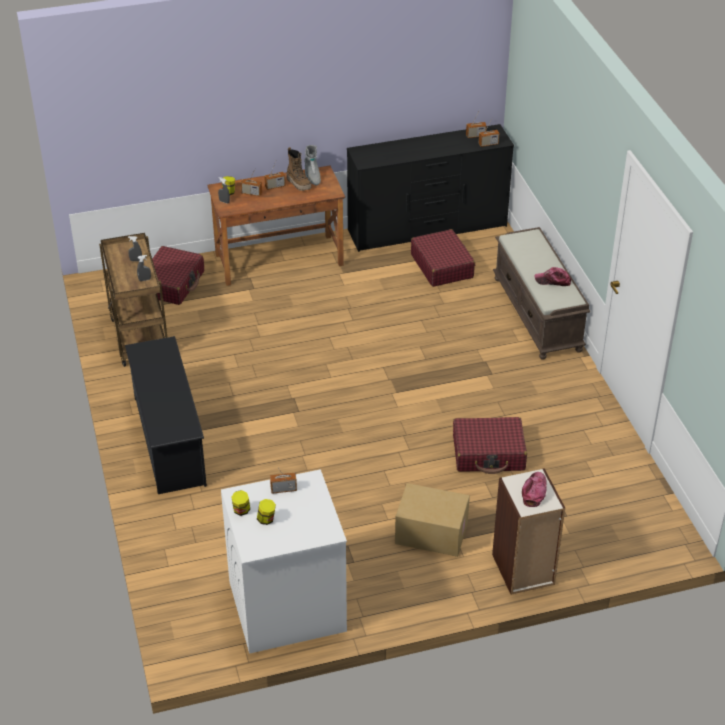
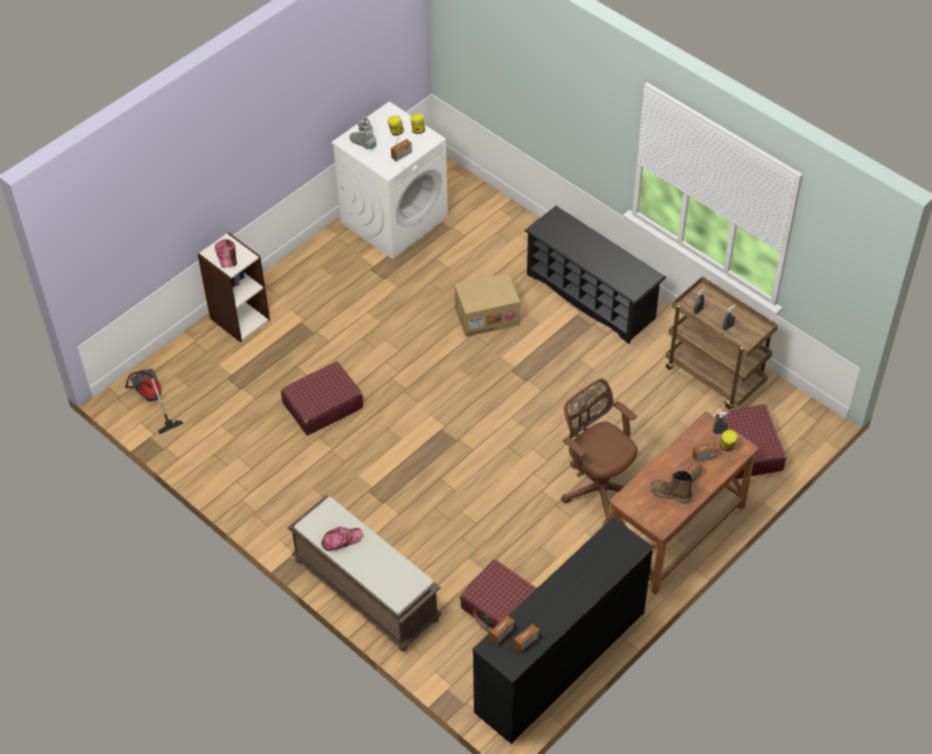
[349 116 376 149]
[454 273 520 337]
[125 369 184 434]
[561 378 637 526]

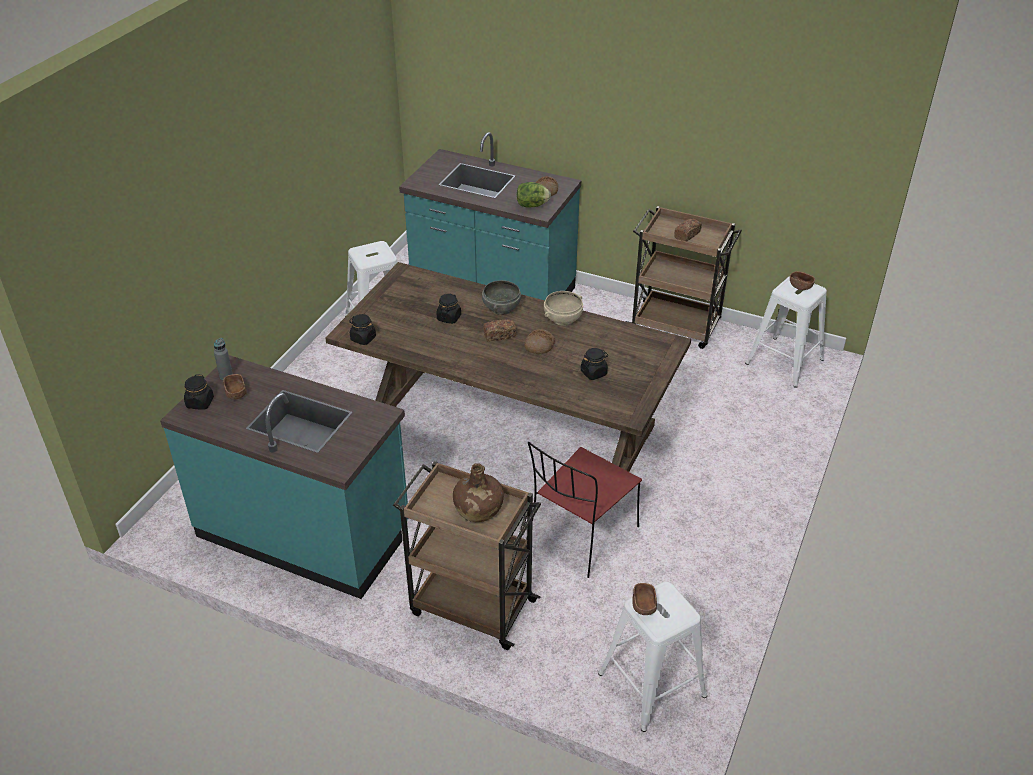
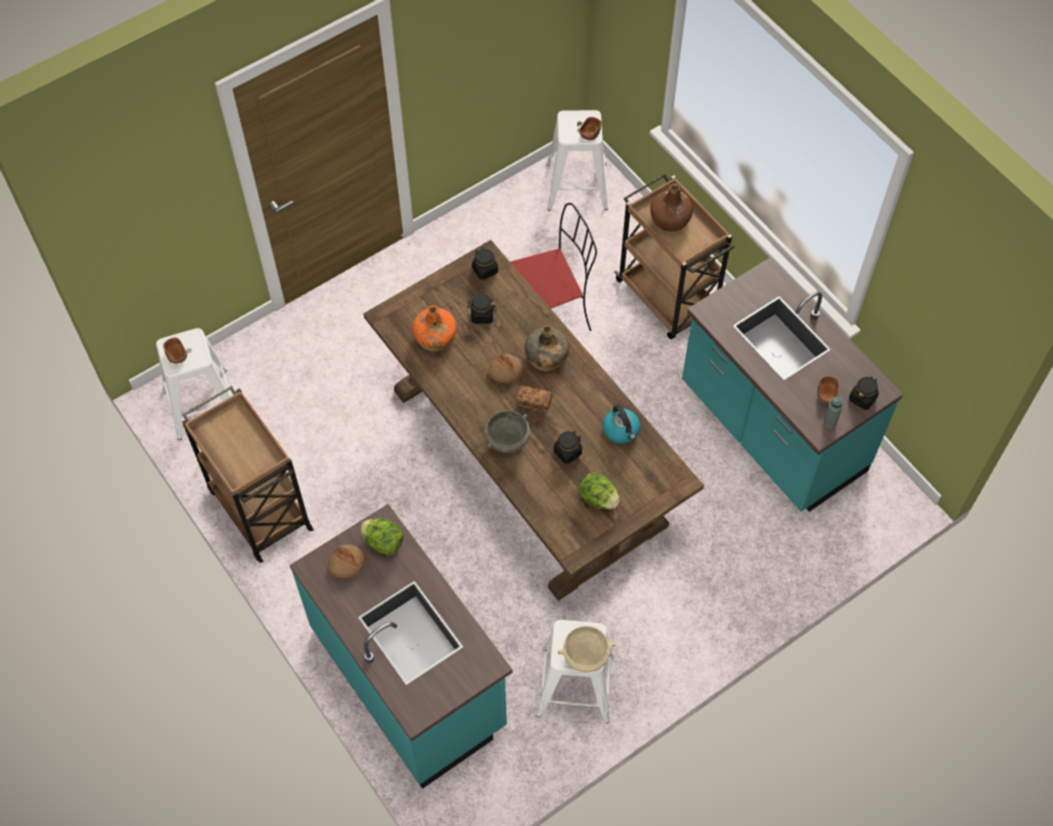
[472 247 498 280]
[558 626 615 673]
[674 218 702 242] (first image)
[412 305 457 351]
[525 325 569 371]
[579 472 620 509]
[602 405 640 444]

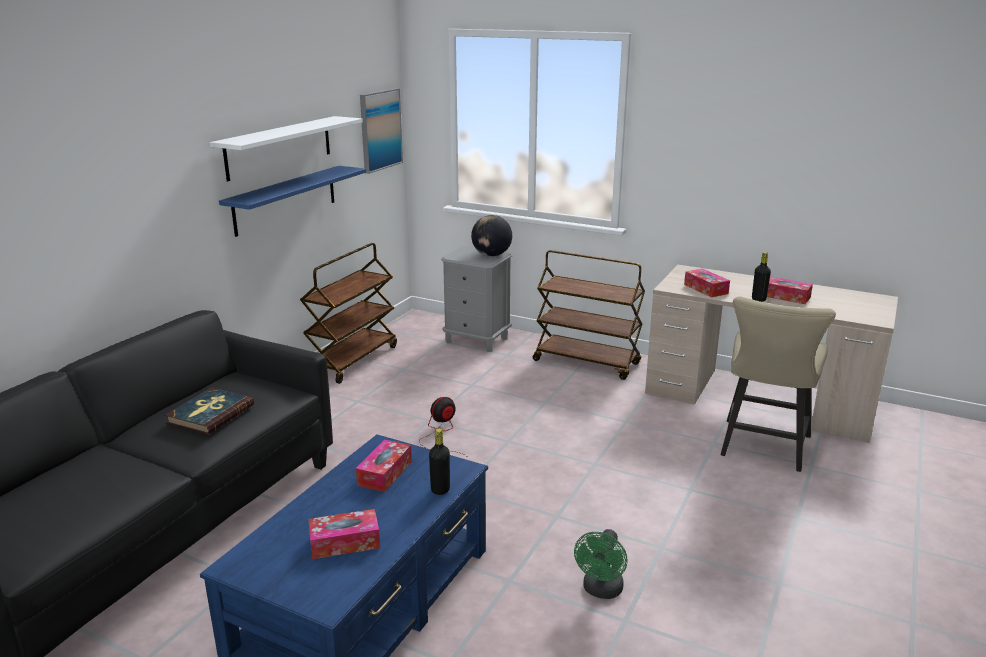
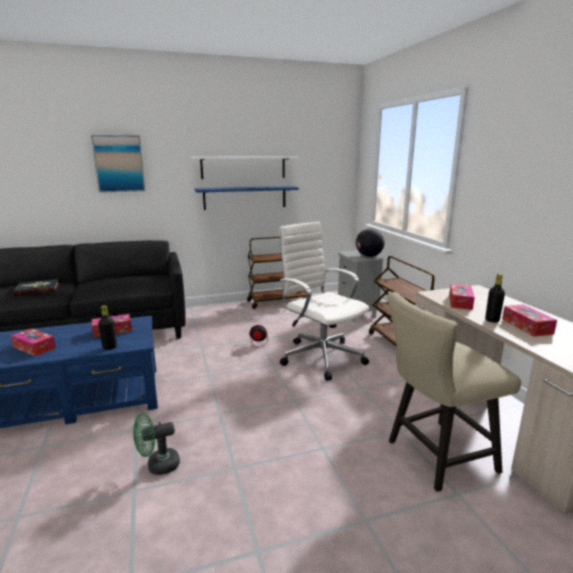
[13 279 59 296]
[91 135 145 193]
[279 222 369 381]

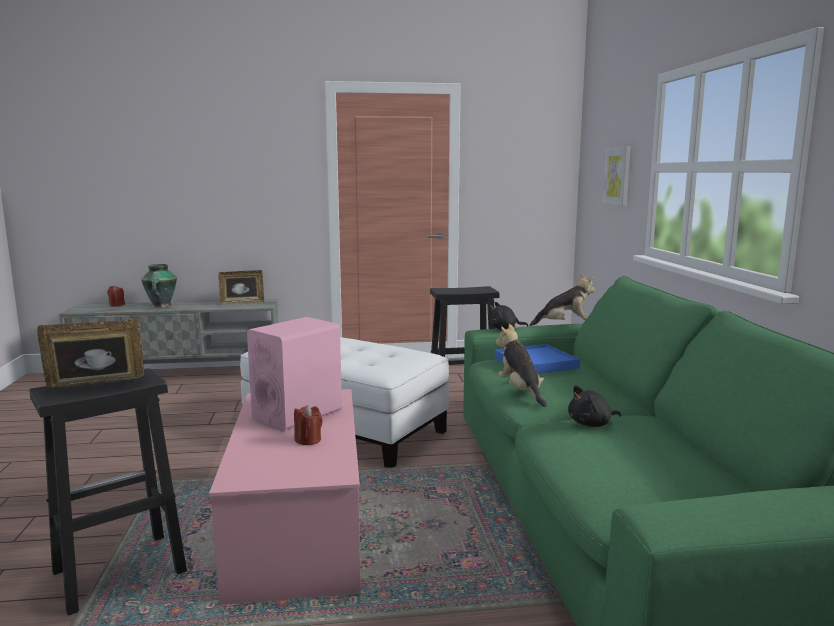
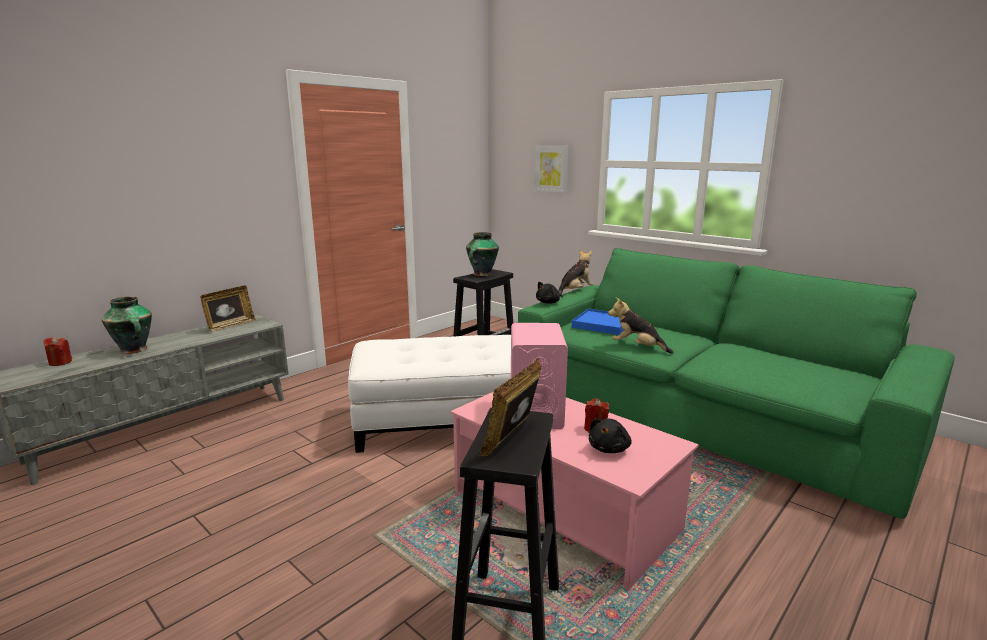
[589 418 632 453]
[466 232 499 276]

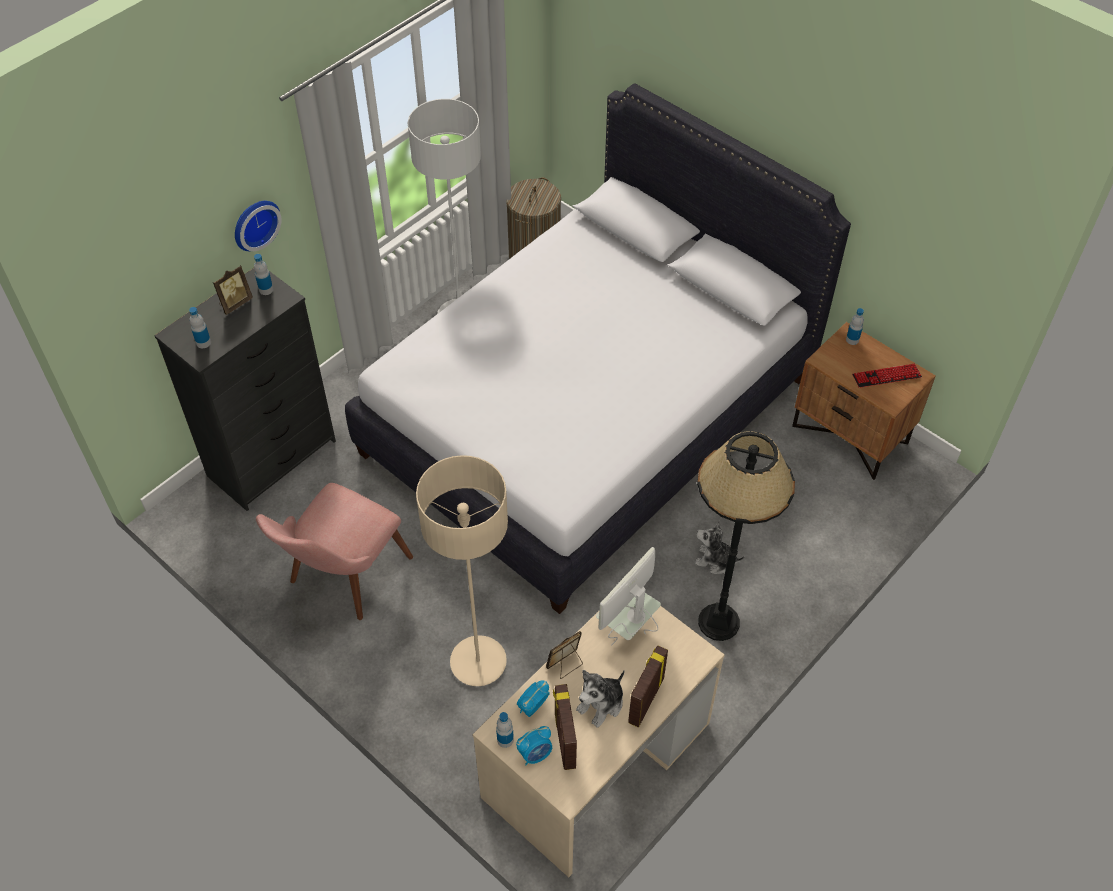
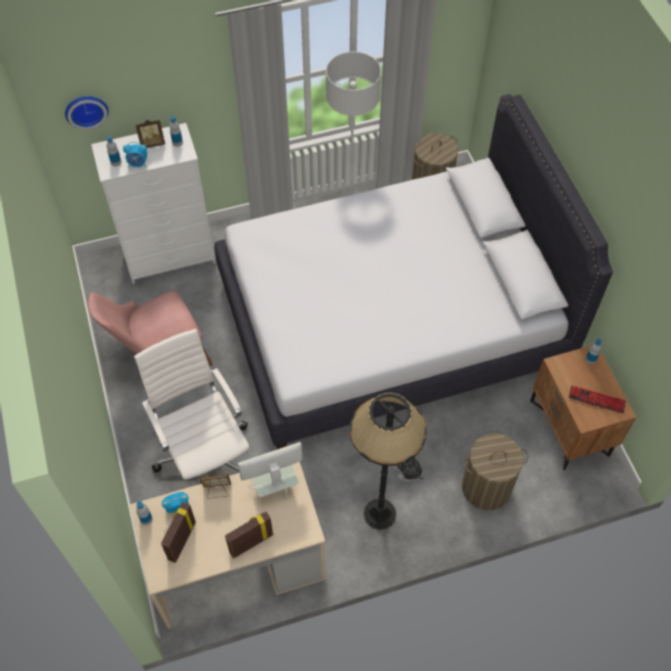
[91 123 215 284]
[65 96 109 130]
[134 329 249 485]
[123 142 147 167]
[576 670 625 728] (first image)
[462 433 528 510]

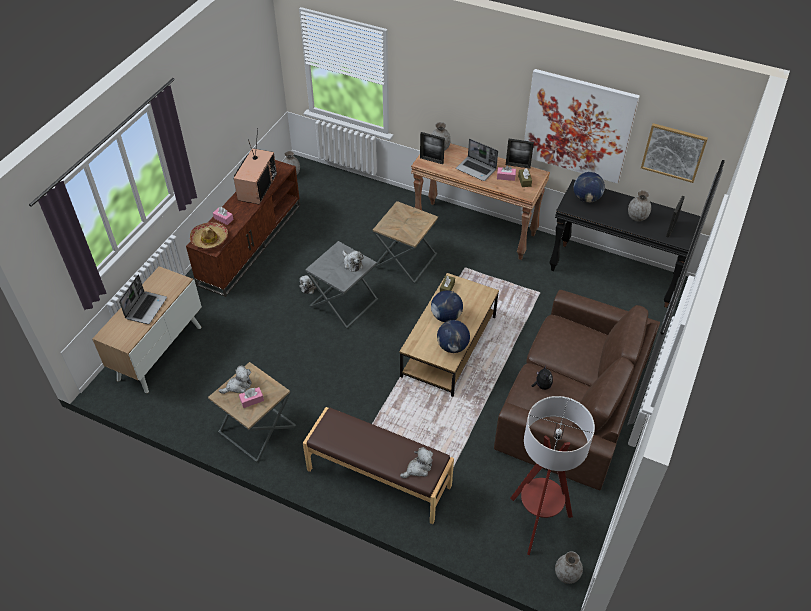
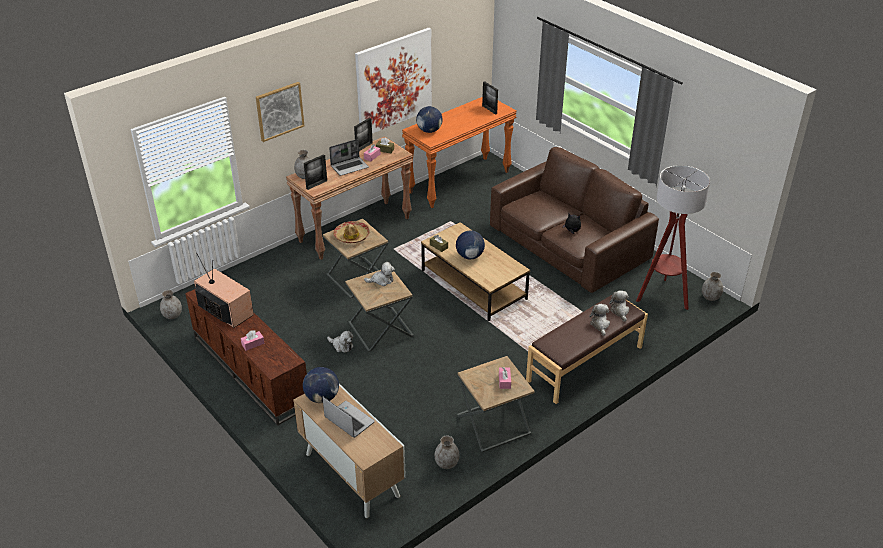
[333 221 370 243]
[589 304 610 336]
[345 270 414 352]
[303 367 339 403]
[402 97 517 208]
[435 436 460 469]
[256 82 304 142]

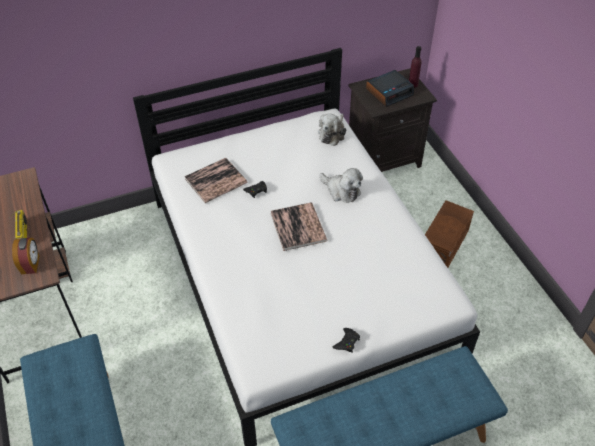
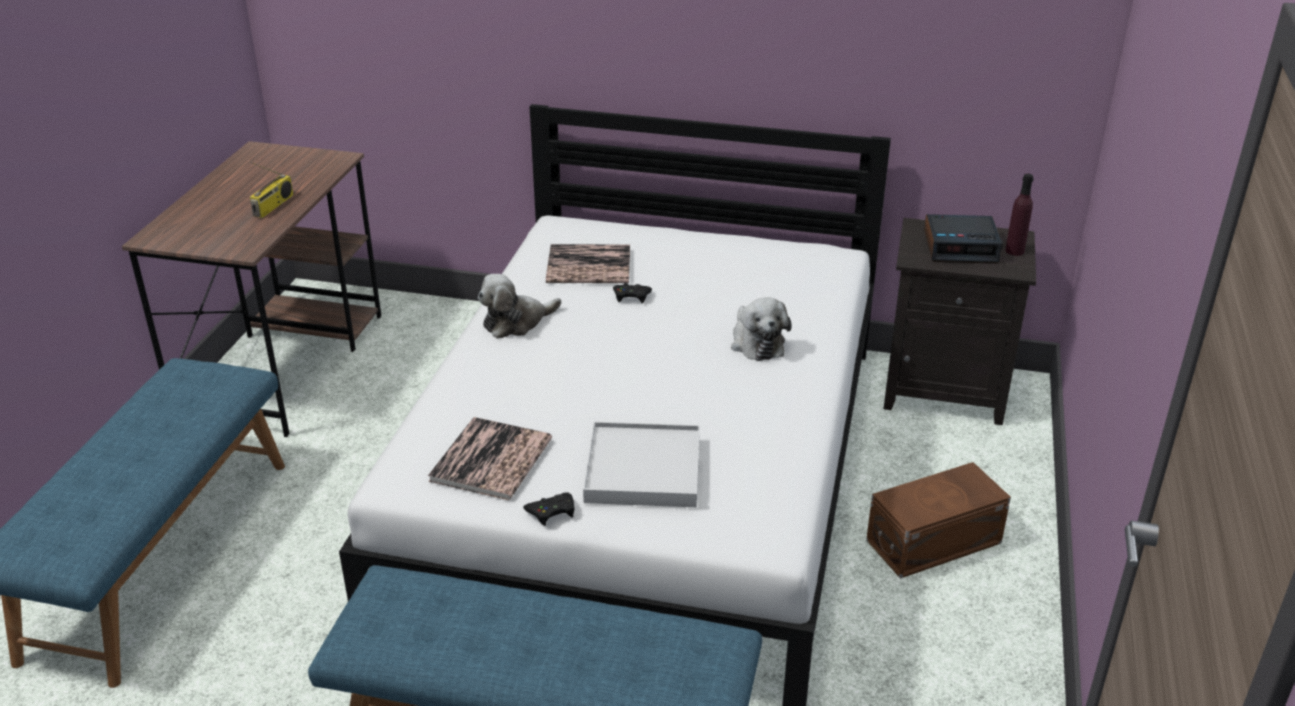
[12 238 39 274] (first image)
[428 417 552 500]
[478 274 561 339]
[583 422 700 507]

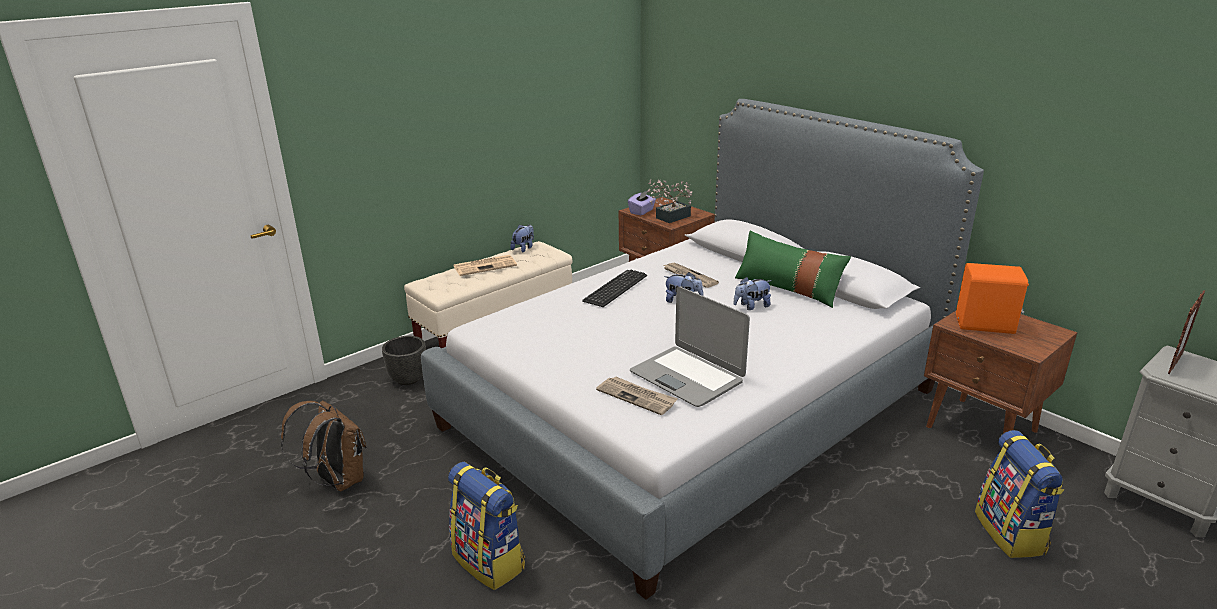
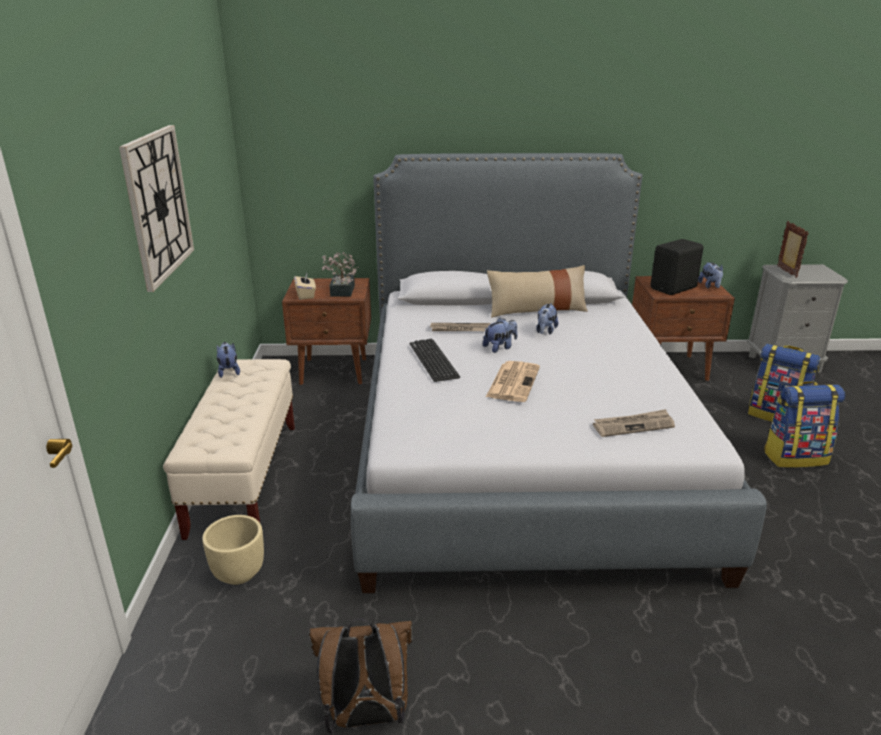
[202 515 264 585]
[764 381 845 468]
[486 361 540 402]
[294 273 316 300]
[630 287 750 407] (first image)
[487 265 588 318]
[651 239 703 295]
[119 125 194 292]
[698 262 723 289]

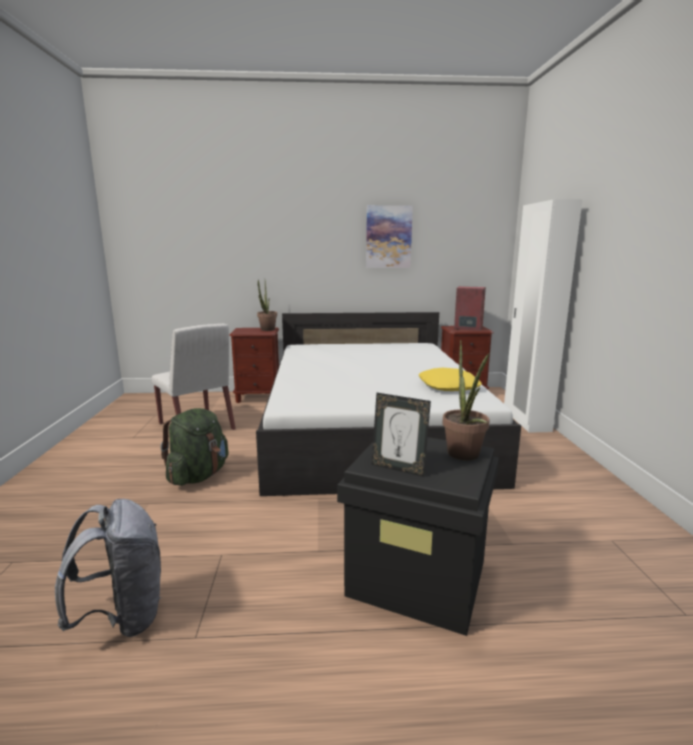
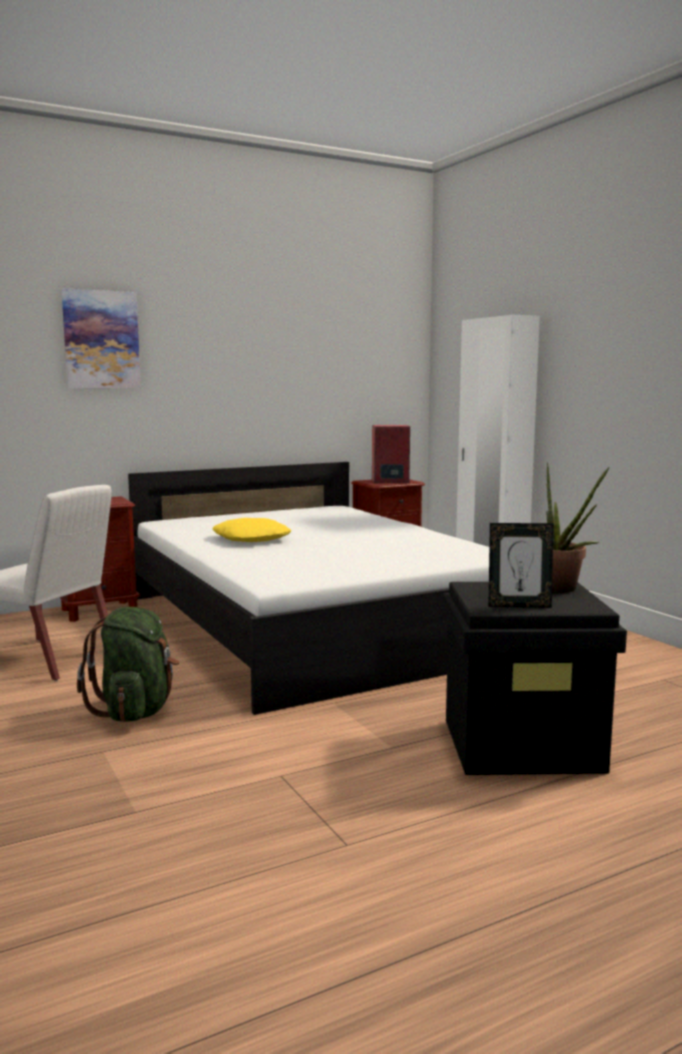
[55 499 162 637] (first image)
[257 280 277 331] (first image)
[61 289 141 388]
[212 518 291 542]

